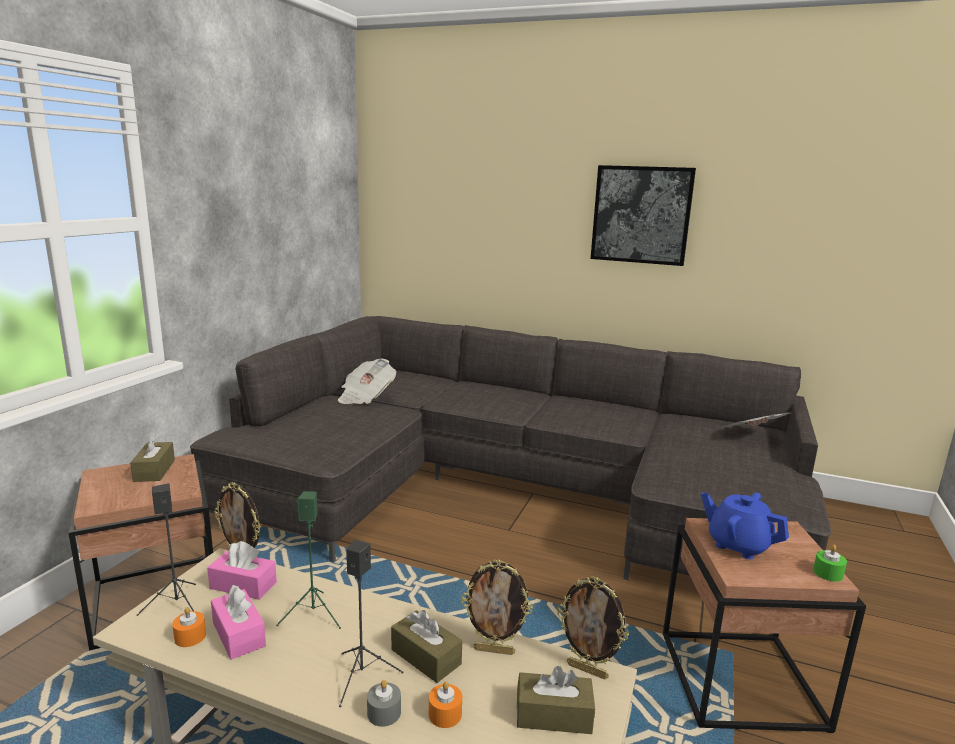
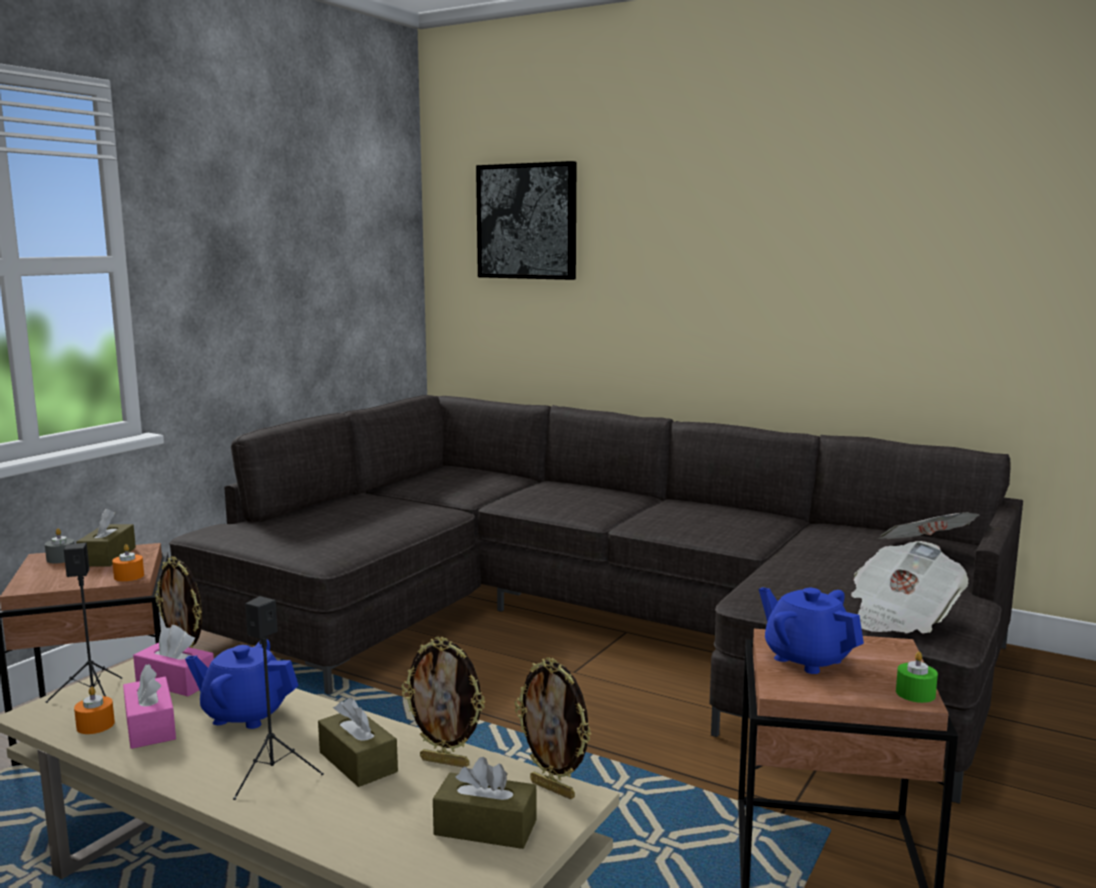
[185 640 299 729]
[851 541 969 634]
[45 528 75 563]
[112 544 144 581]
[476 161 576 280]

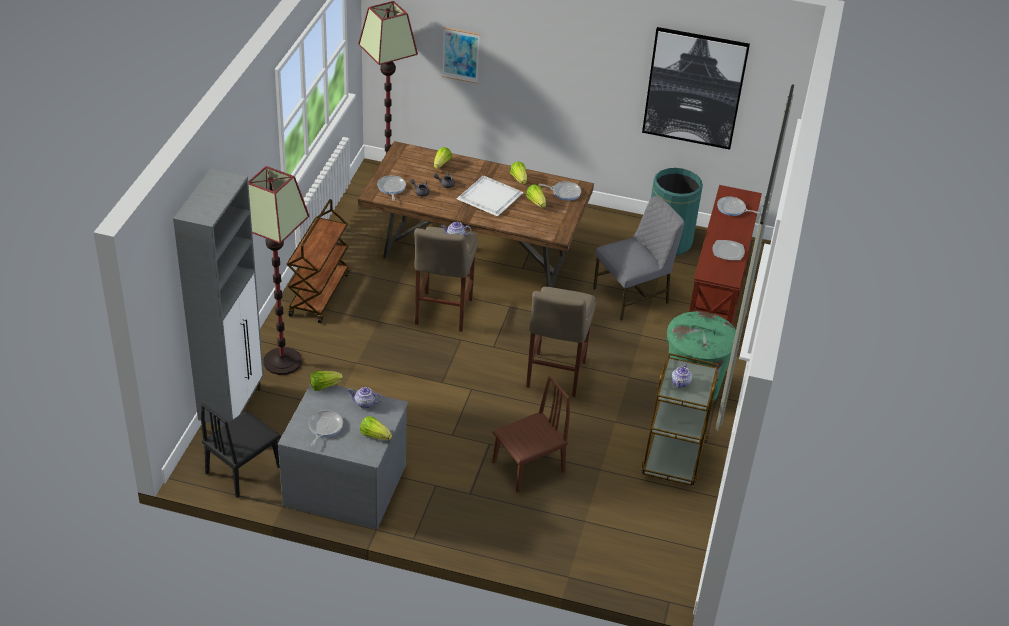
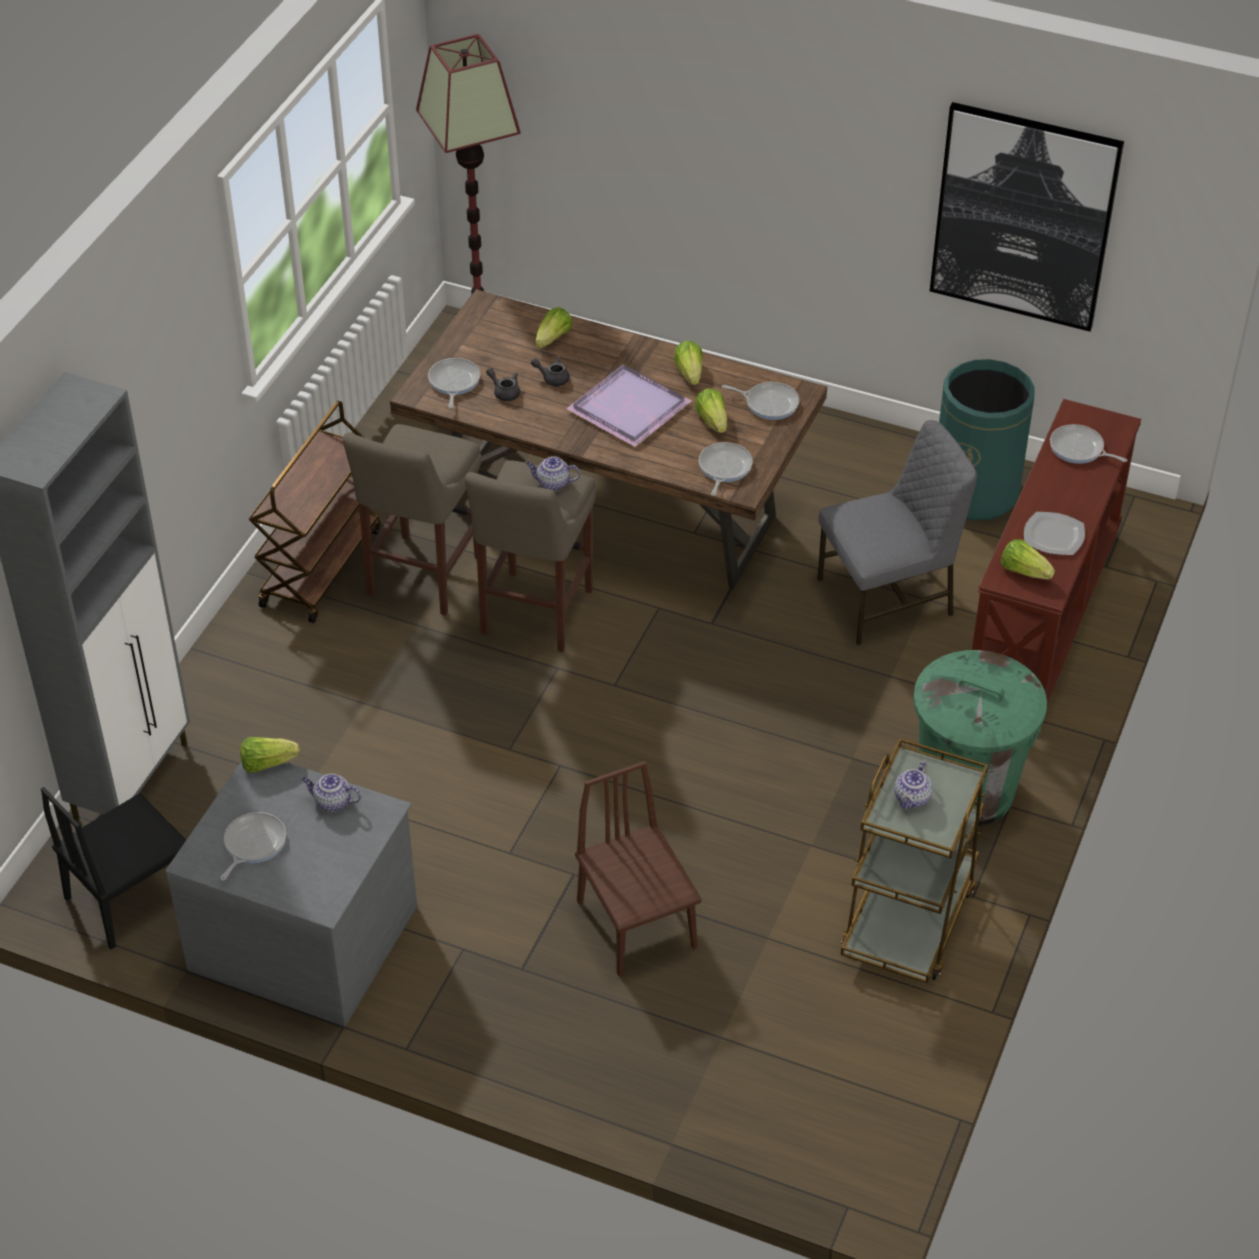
[248 166 310 375] (first image)
[1001 539 1055 579]
[442 27 480 83] (first image)
[566 364 692 447]
[575 761 701 977]
[343 424 482 616]
[699 442 753 496]

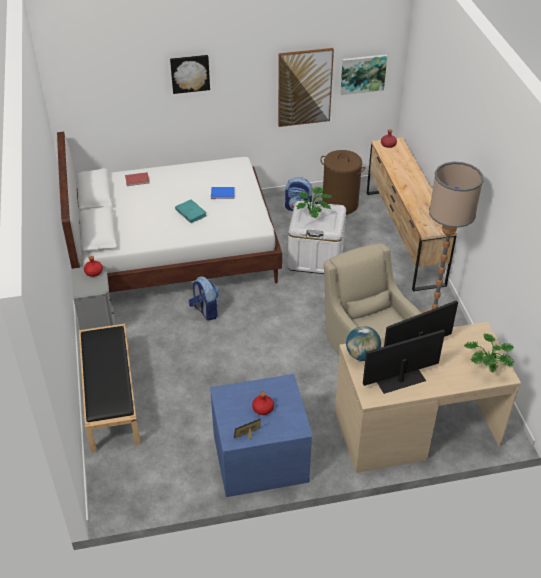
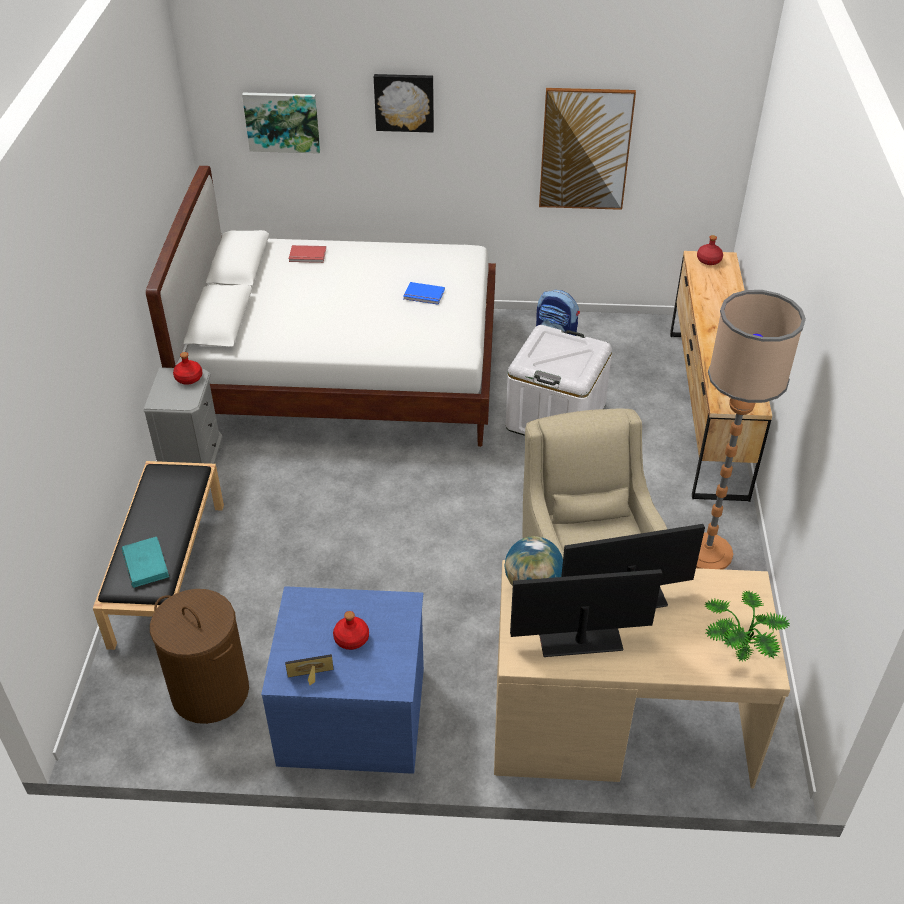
[122 537 169 588]
[189 276 219 321] (first image)
[297 187 333 218] (first image)
[150 589 249 724]
[242 93 320 154]

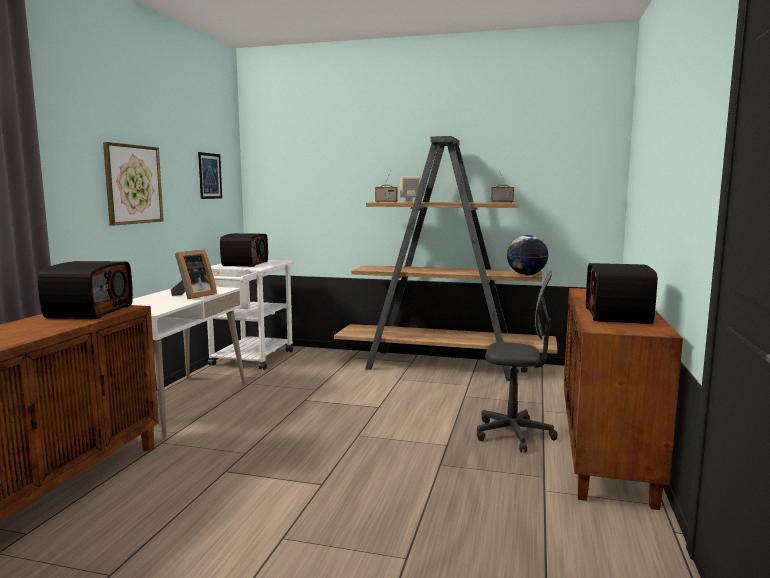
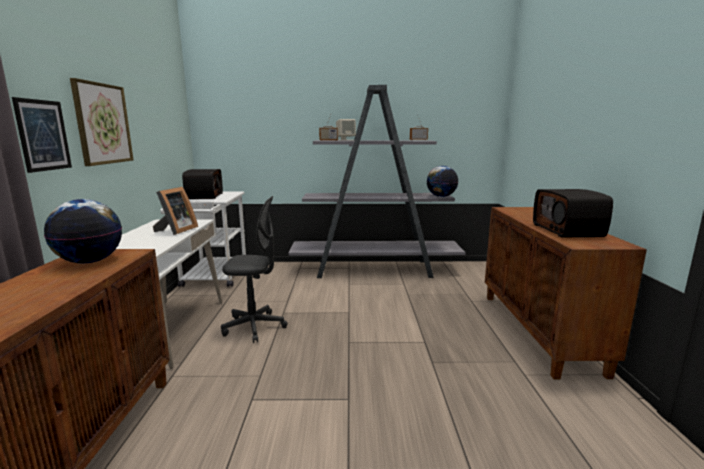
[44 199 122 264]
[12 97 72 173]
[289 85 466 278]
[221 196 288 343]

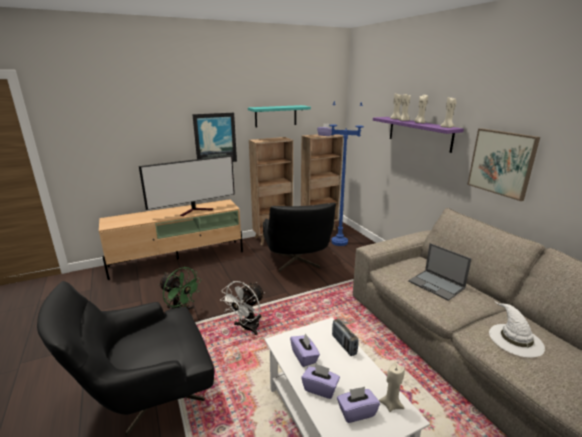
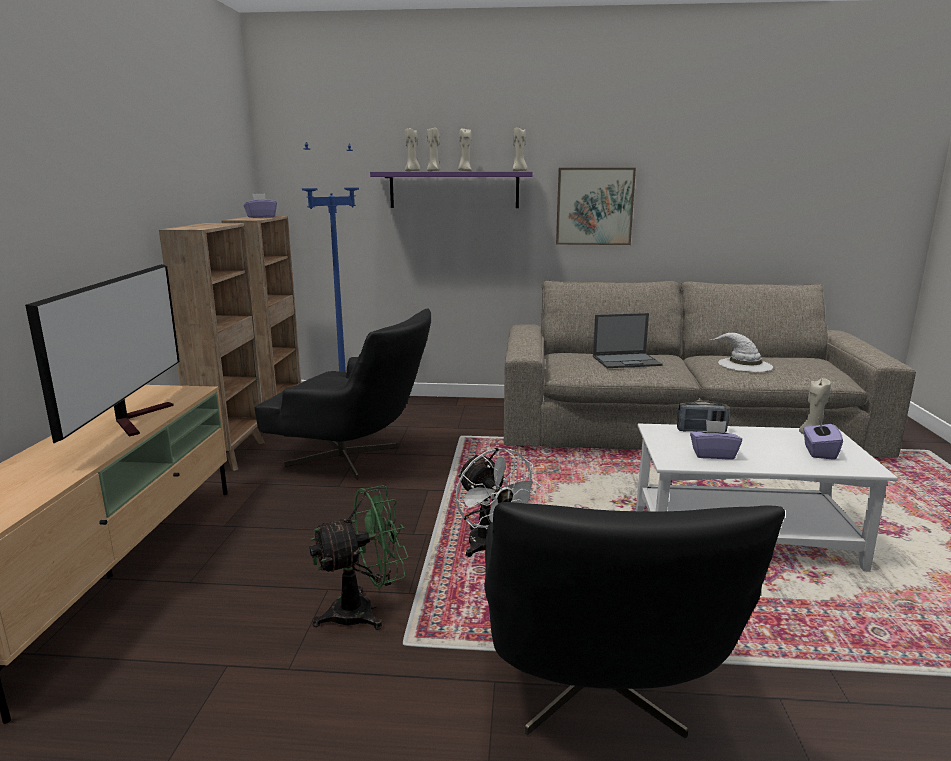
[192 113 237 162] (first image)
[248 105 311 127] (first image)
[301 364 340 399] (first image)

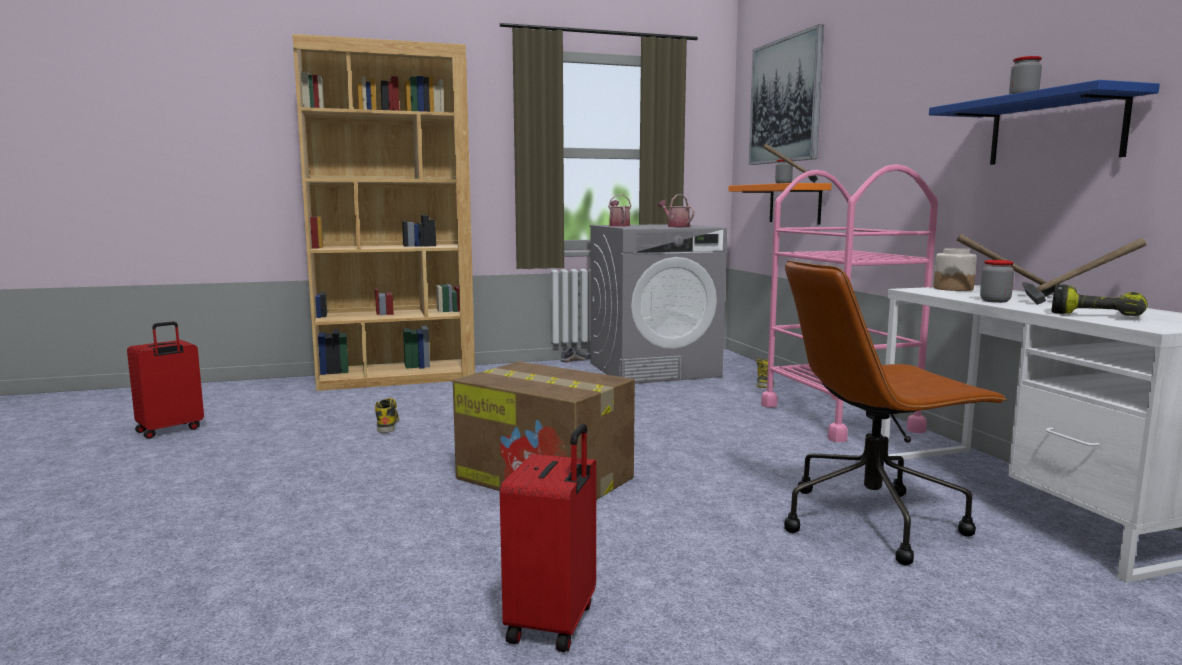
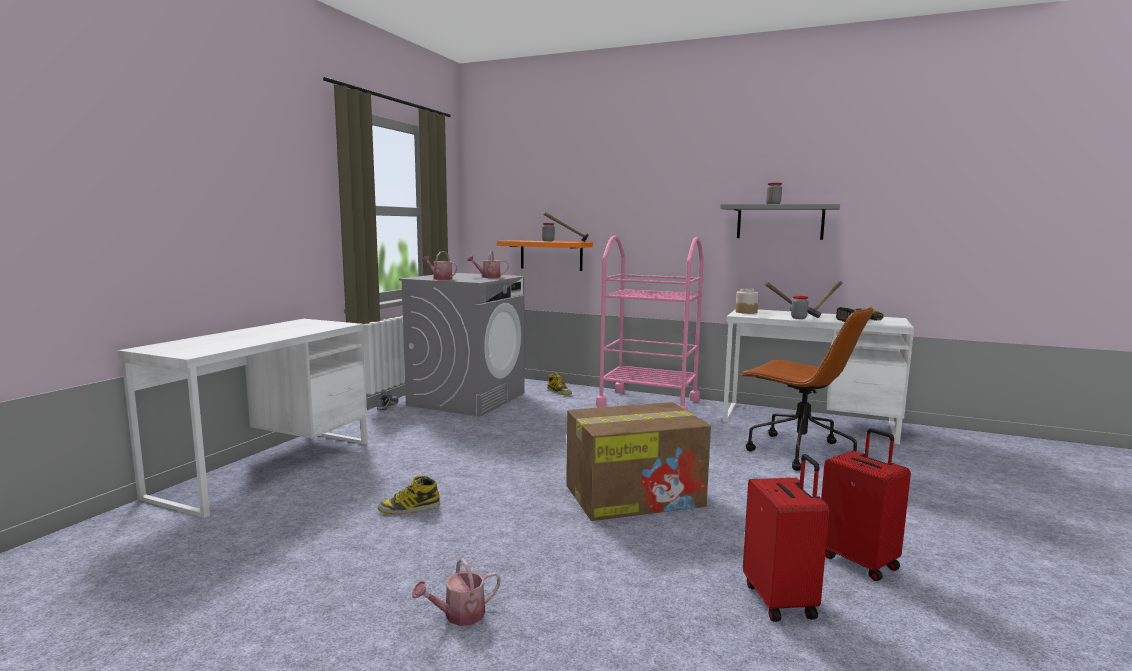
[743 454 829 622]
[117 319 367 518]
[378 475 440 514]
[749 24 824 165] (first image)
[740 306 874 471]
[720 204 840 240]
[412 558 501 626]

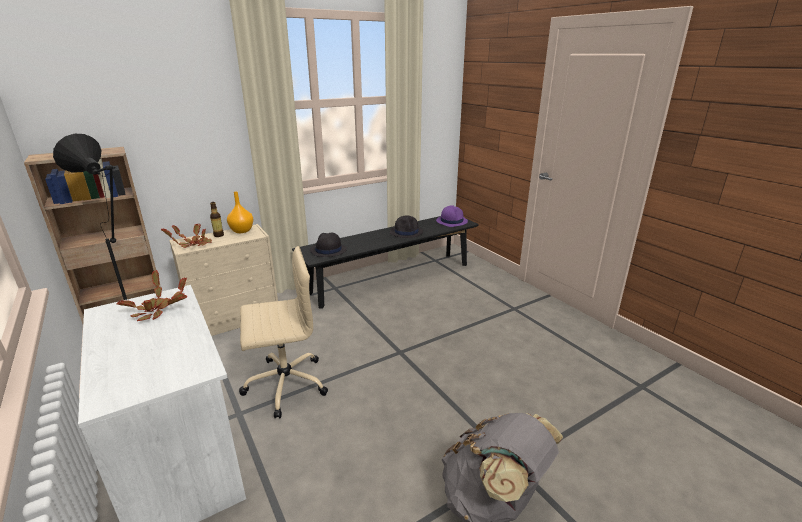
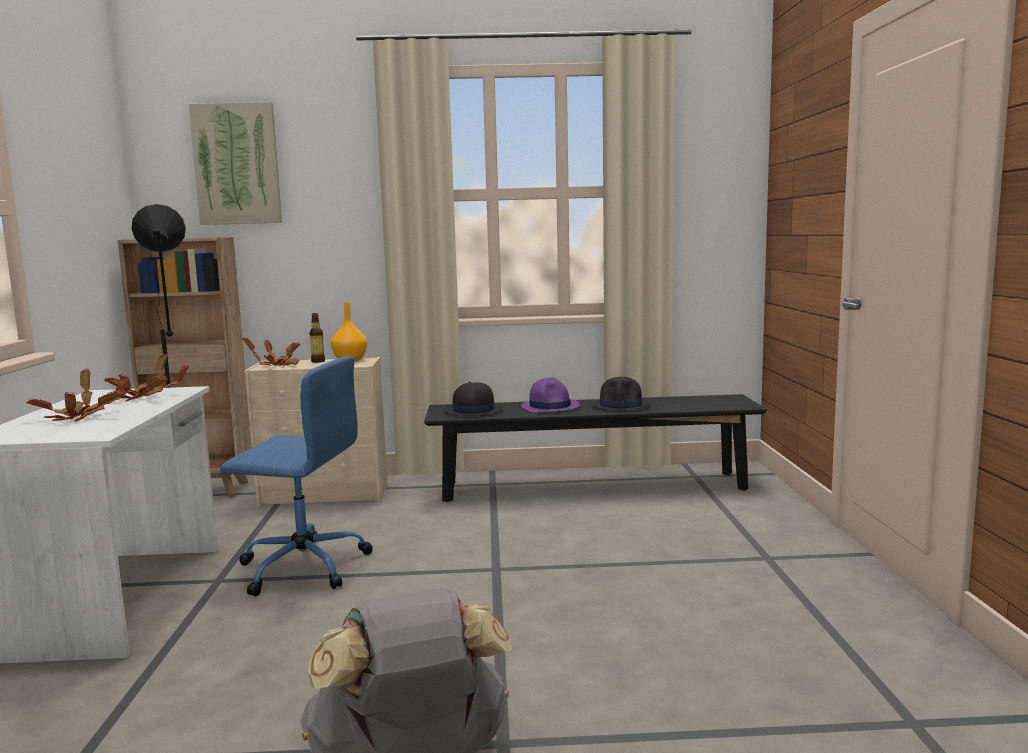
[220 356 373 596]
[521 378 579 413]
[26 369 129 422]
[189 102 282 225]

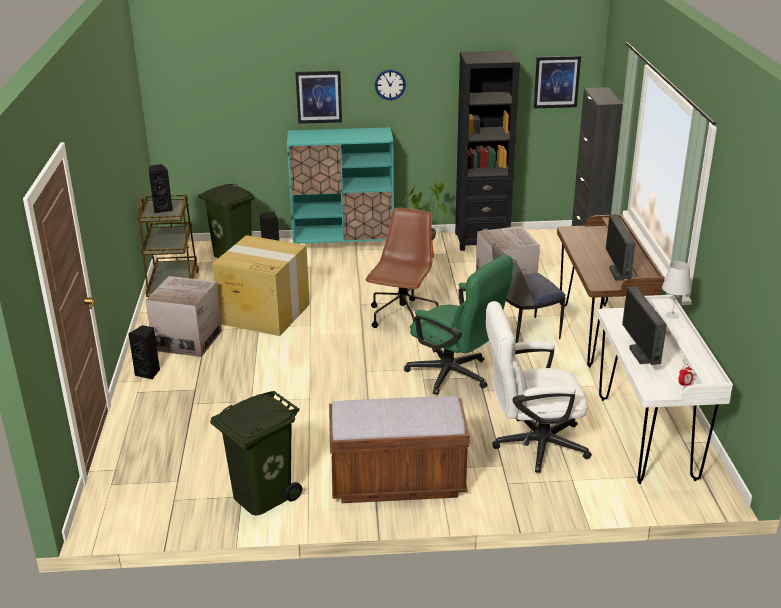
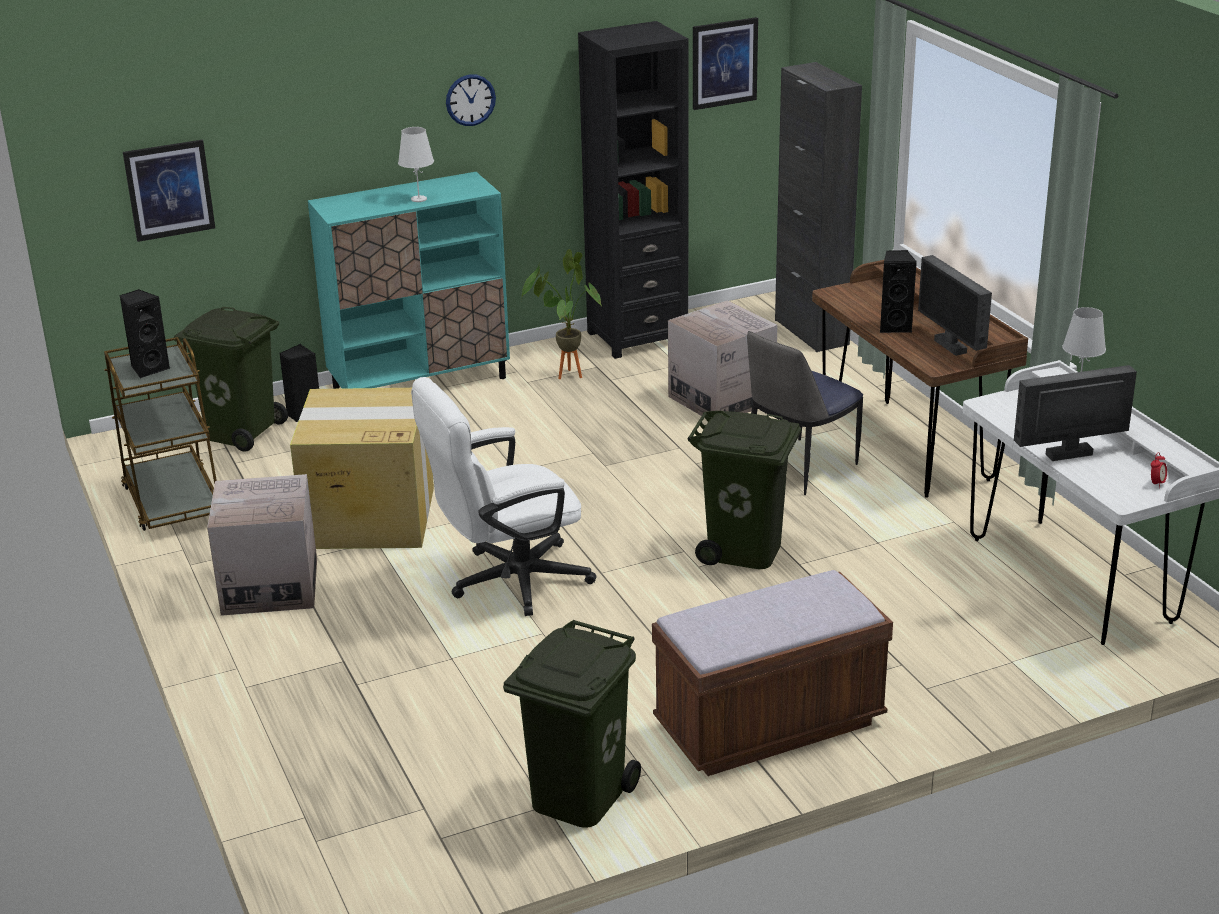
[880 250 917 333]
[123 140 215 242]
[366 208 438 328] (first image)
[688 411 801 569]
[411 377 597 616]
[1014 365 1137 461]
[398 127 434 202]

